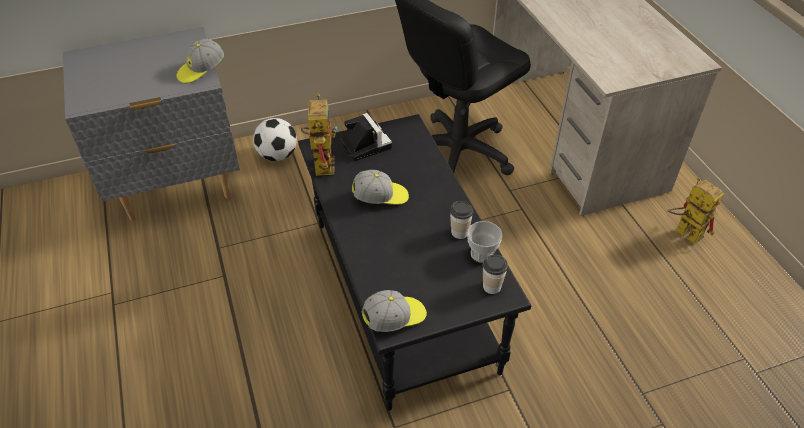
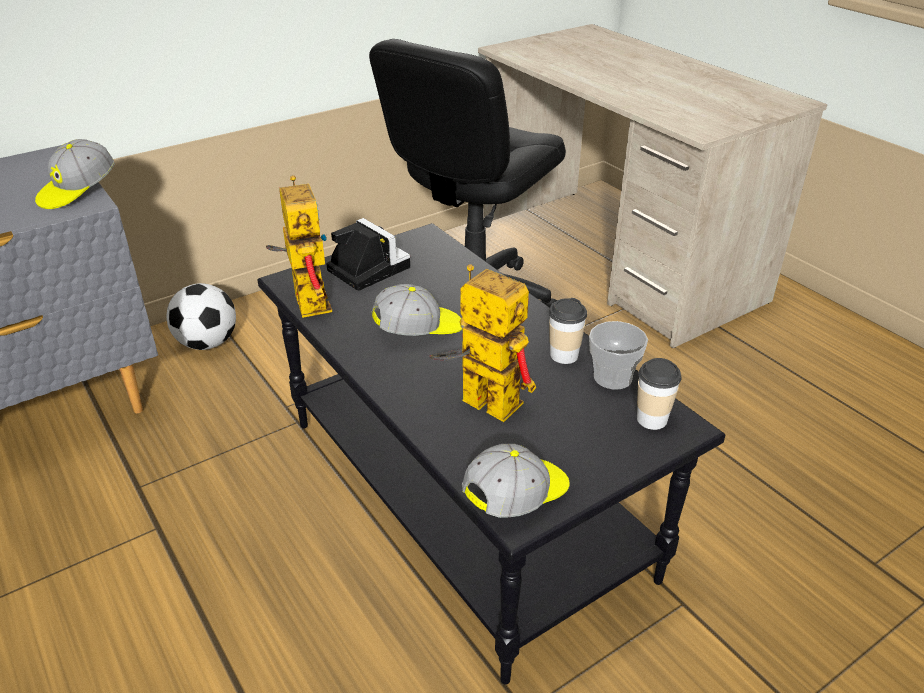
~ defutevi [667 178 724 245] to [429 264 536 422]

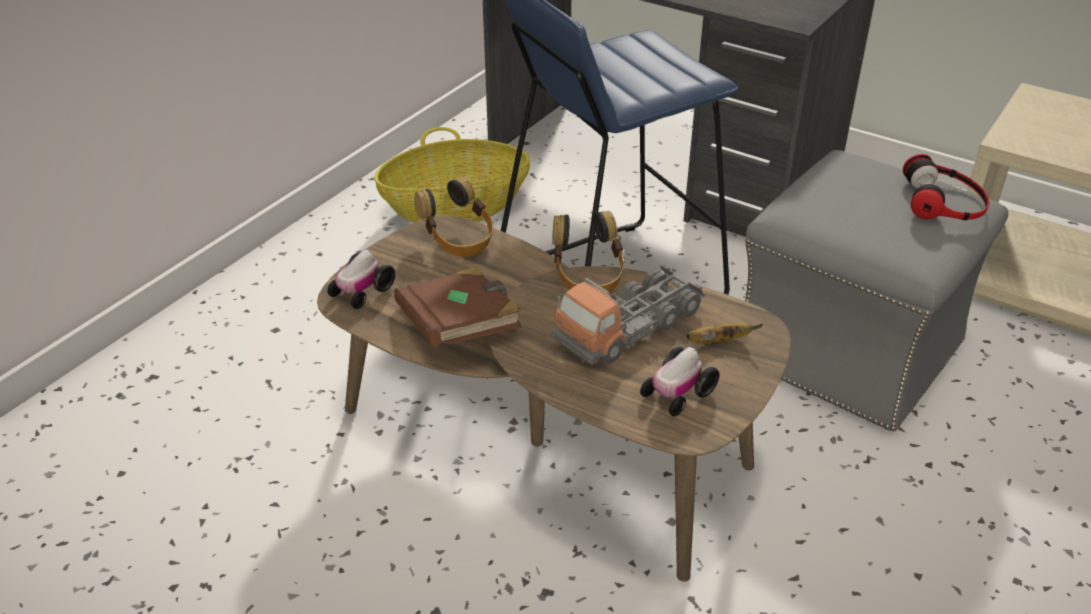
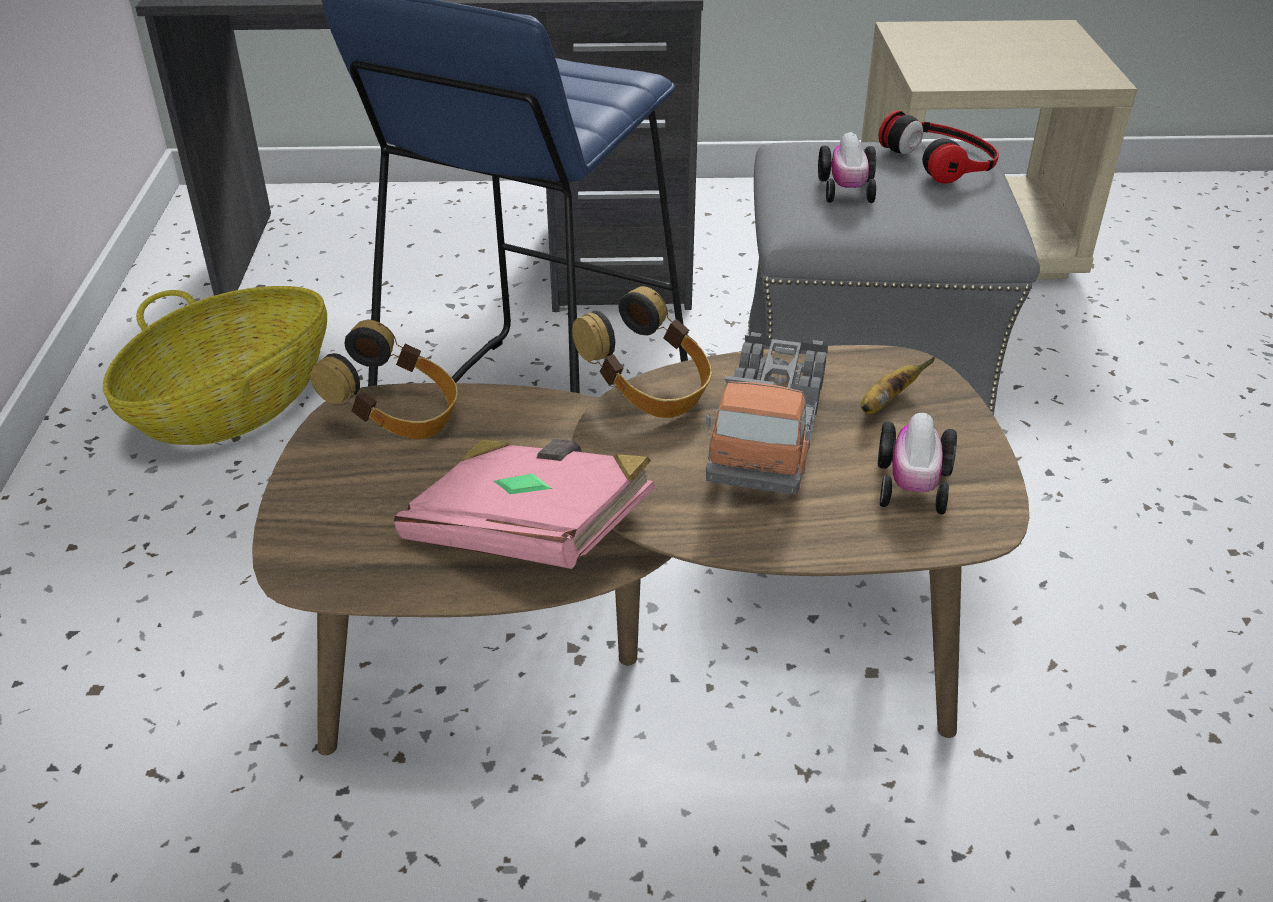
~ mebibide [327 250 396 309] to [818 132 876 203]
~ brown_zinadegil [394 267 521 348] to pink_zinadegil [394 439 655 569]

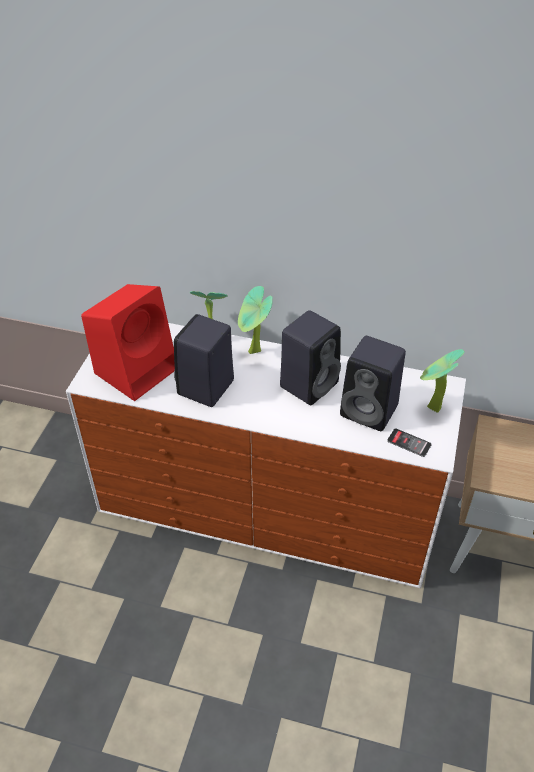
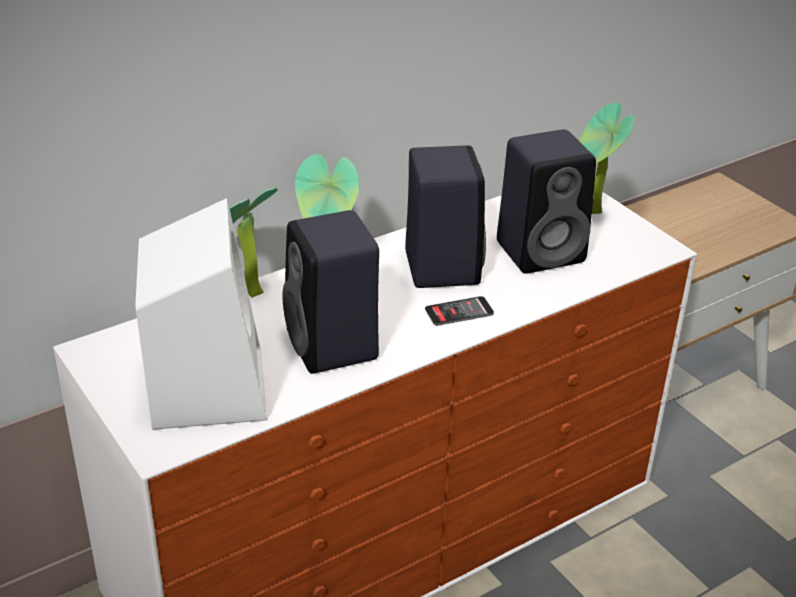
~ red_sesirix [81 284 175 401] to white_sesirix [135 198 267 430]
~ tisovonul [387 428 432 457] to [425 296 494 326]

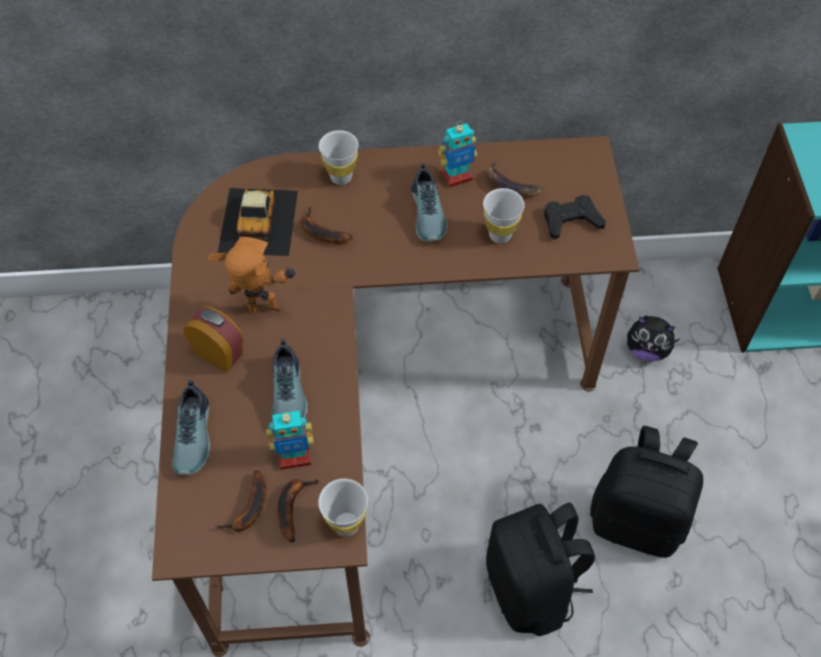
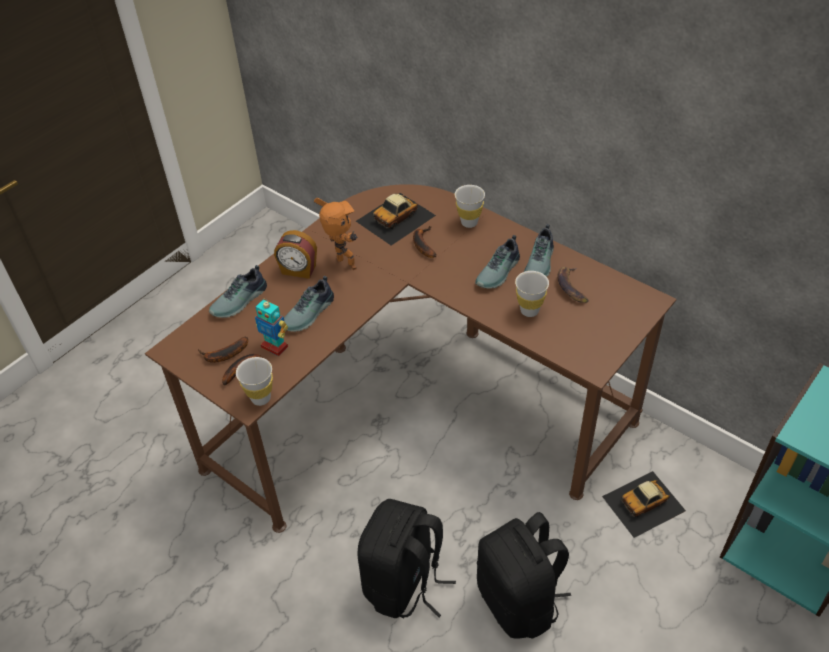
~ defutevi [438 121 477 188] to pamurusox [524 224 554 277]
- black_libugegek [544 195 606 239]
~ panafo [183 306 244 373] = [274 230 317 279] 120 degrees clockwise
~ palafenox [627 315 680 362] to mebibide [602 471 686 538]

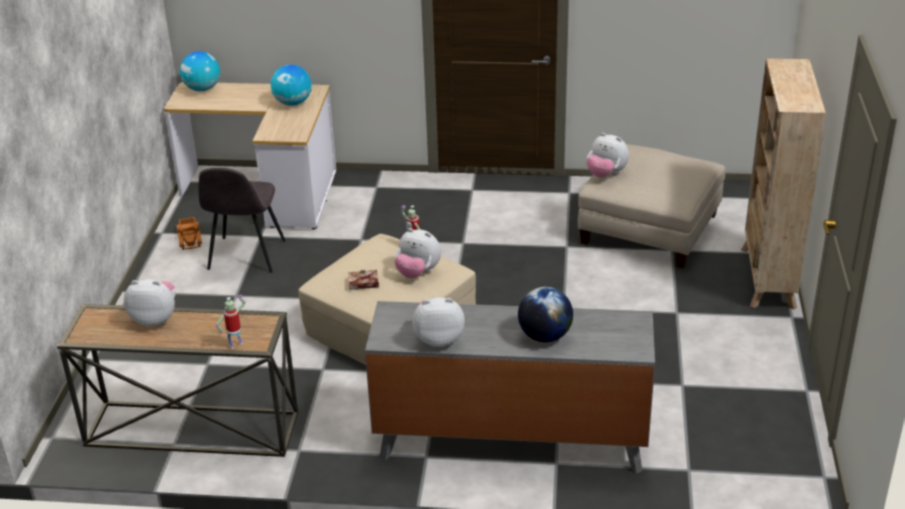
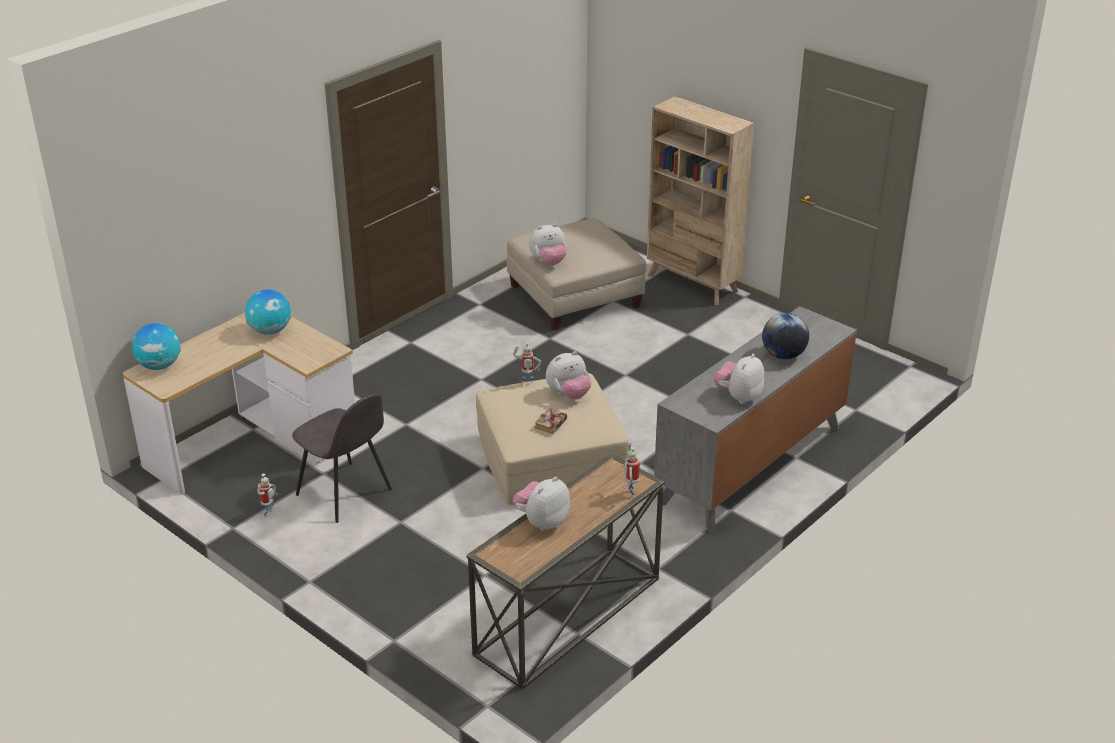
~ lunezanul [177 217 202 250] to defutevi [257 474 277 517]

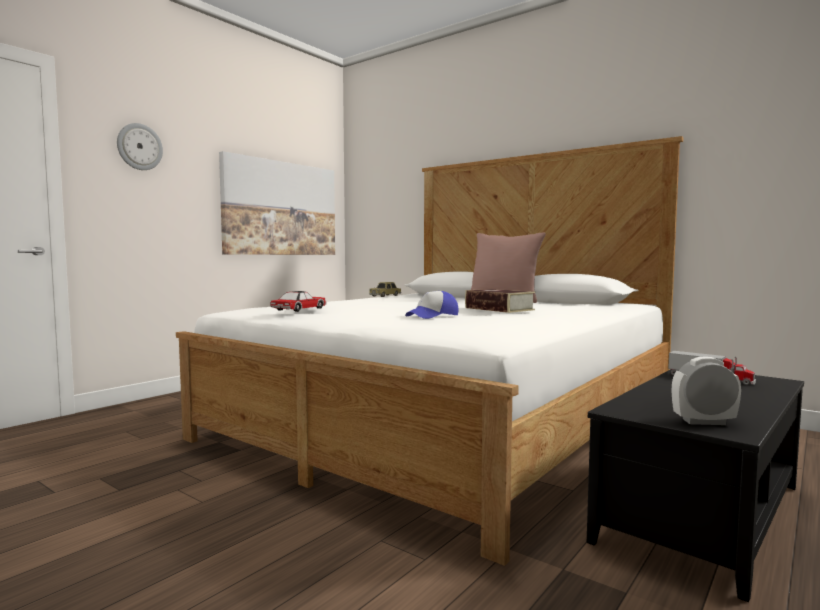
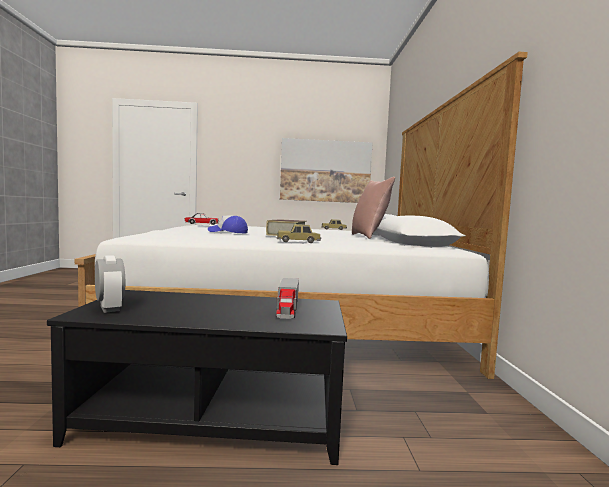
- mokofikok [117 123 163 170]
+ mebibide [277 224 321 243]

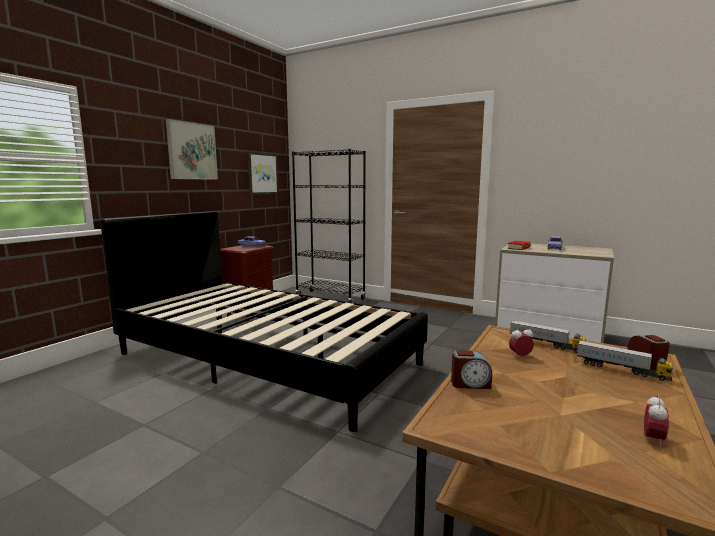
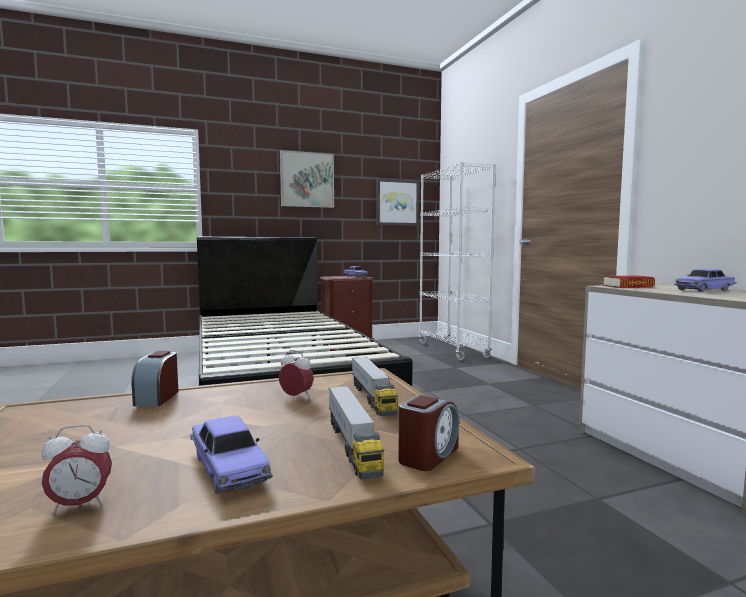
~ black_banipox [292 149 366 302] to white_banipox [418 162 496 360]
~ panafo [451 350 492 389] = [131 351 178 406] 45 degrees clockwise
+ mebibide [190 416 273 494]

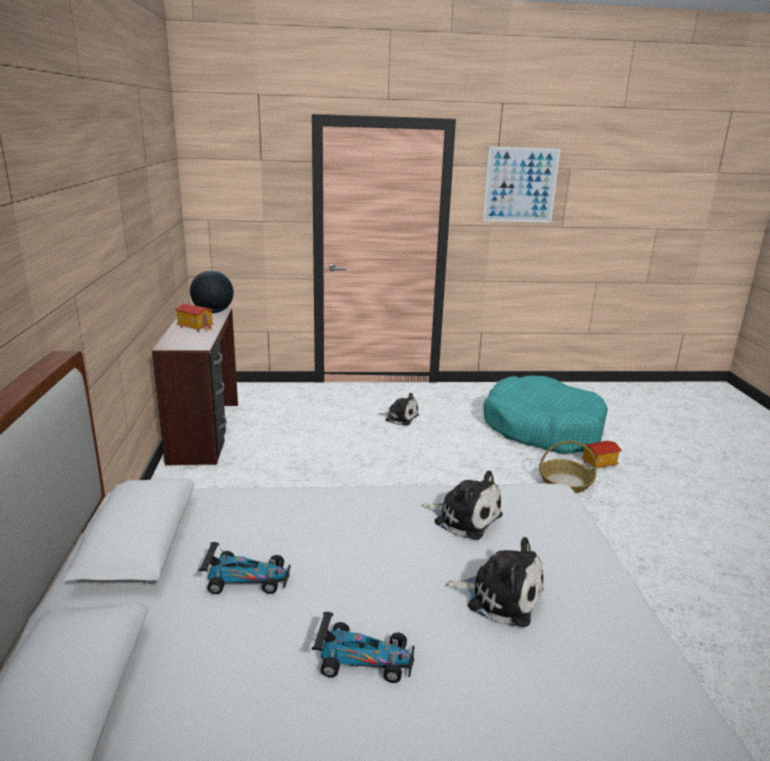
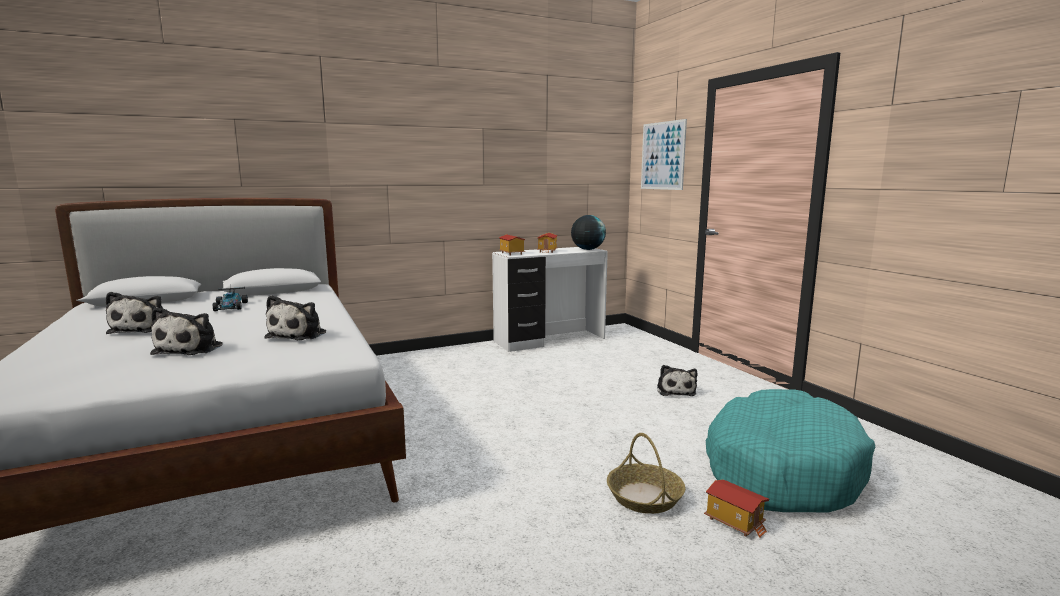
~ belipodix [482 146 561 223] to [641 119 687 190]
~ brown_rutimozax [152 308 238 466] to white_rutimozax [492 247 608 352]
~ mebibide [312 612 415 683] to palafenox [106 292 164 334]
+ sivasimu [499 234 525 255]

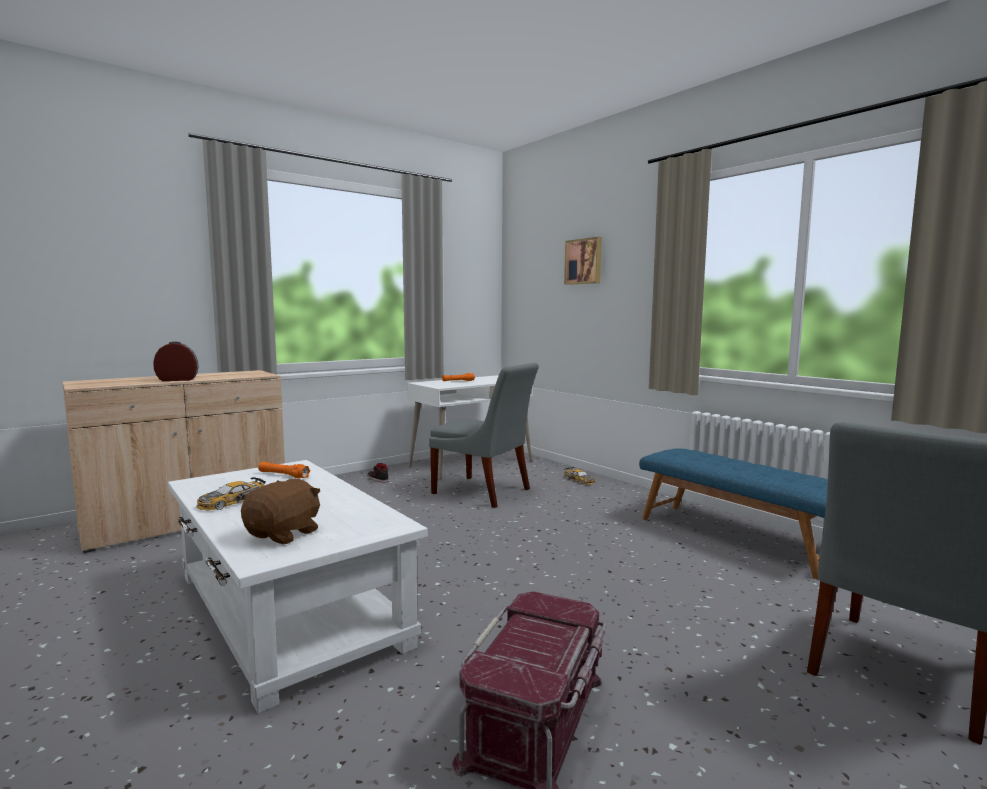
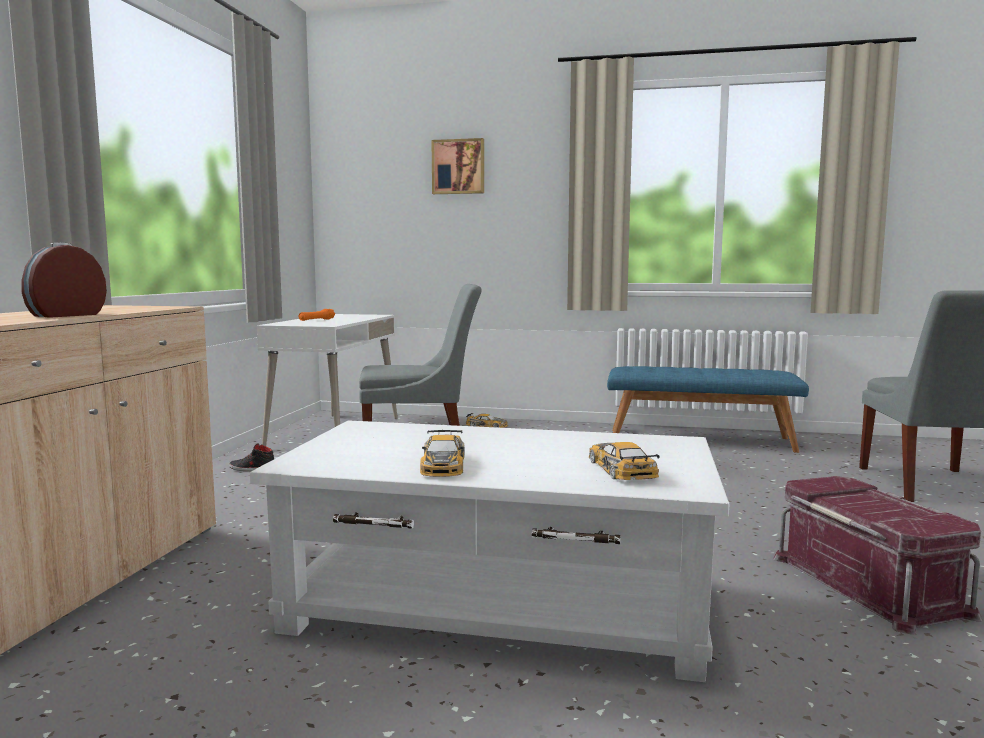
- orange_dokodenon [258 462 310 479]
~ brown_palafenox [241 479 320 544] to mebibide [589 442 660 480]

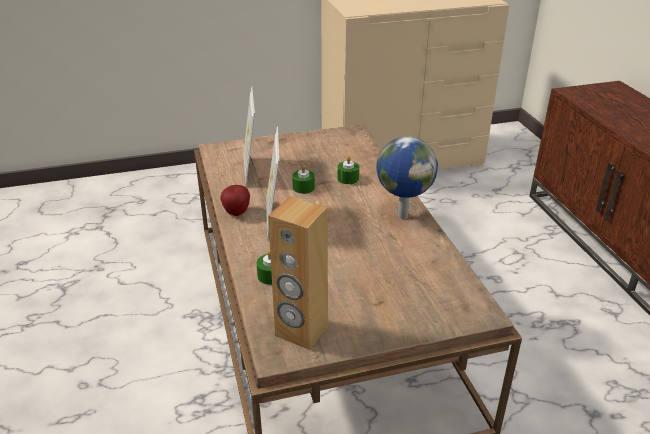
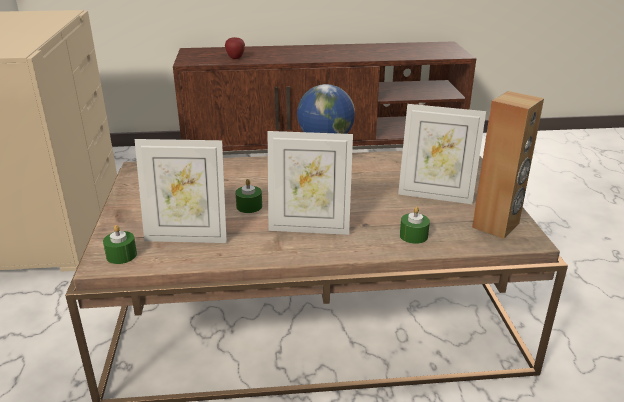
~ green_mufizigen [338 156 359 184] to [103 225 137 264]
~ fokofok [221 185 250 216] to [225 37 245 59]
+ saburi [398 104 486 204]

